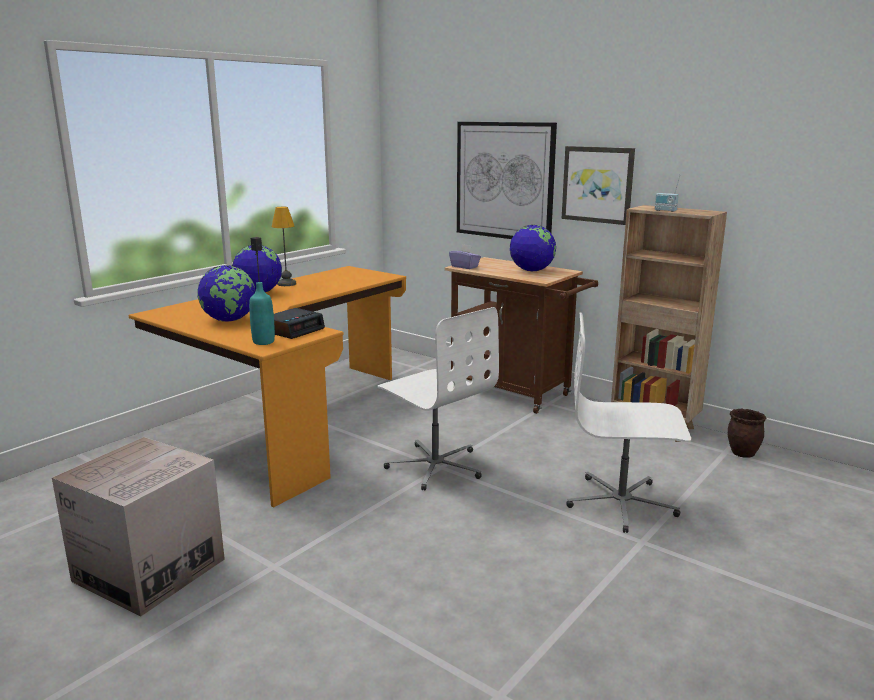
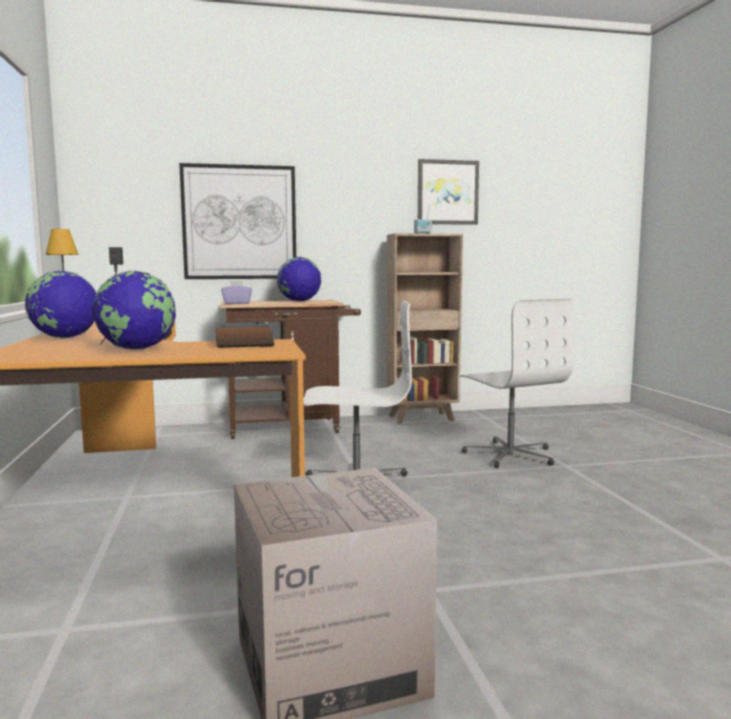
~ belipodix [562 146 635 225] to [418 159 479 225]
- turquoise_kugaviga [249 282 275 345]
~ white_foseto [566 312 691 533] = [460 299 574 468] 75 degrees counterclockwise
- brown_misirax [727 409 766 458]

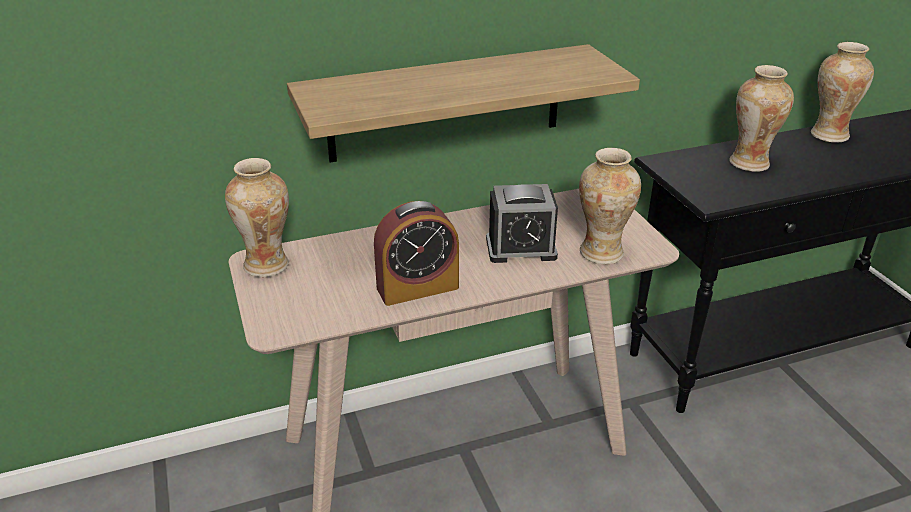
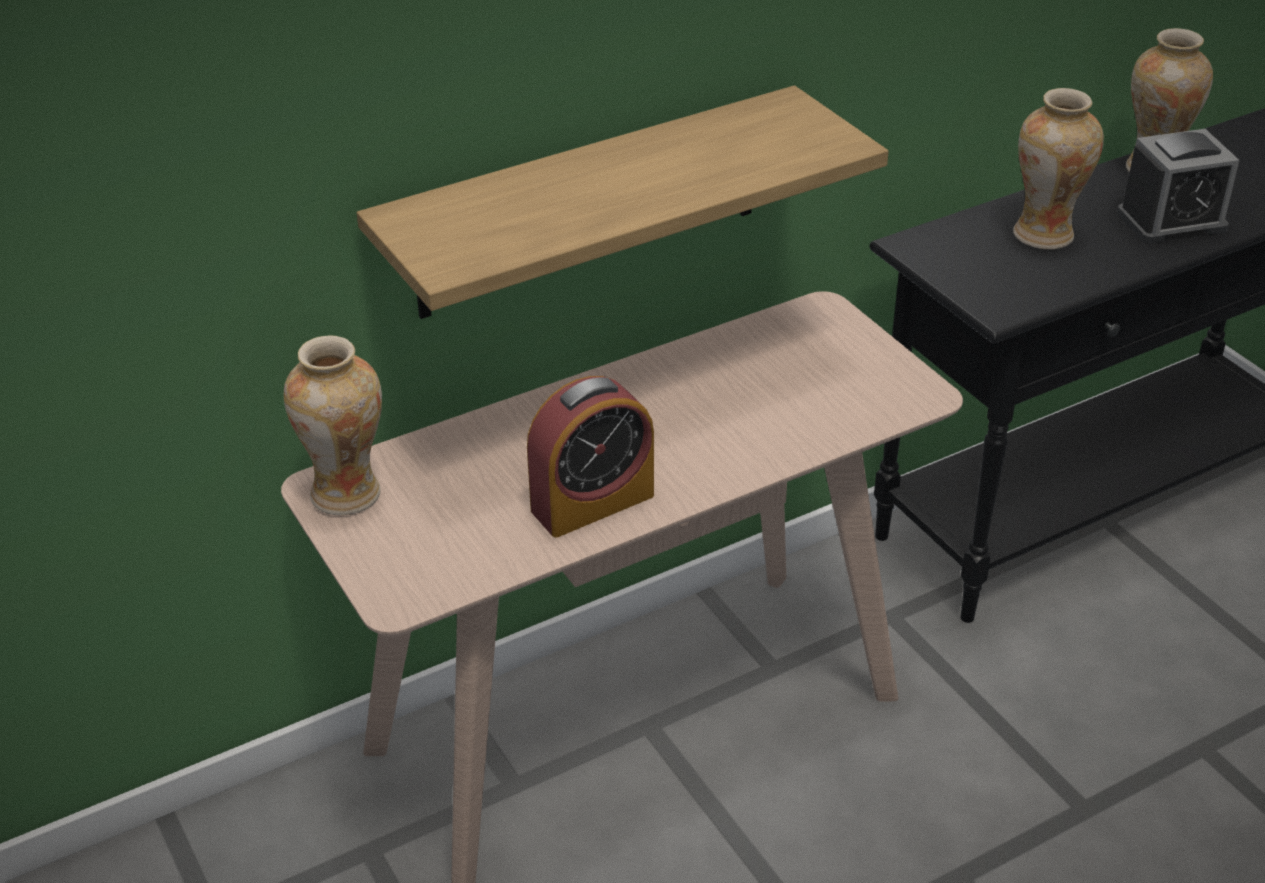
- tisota [579 148 641 265]
~ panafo [486 184 558 263] to [1117 129 1239 244]

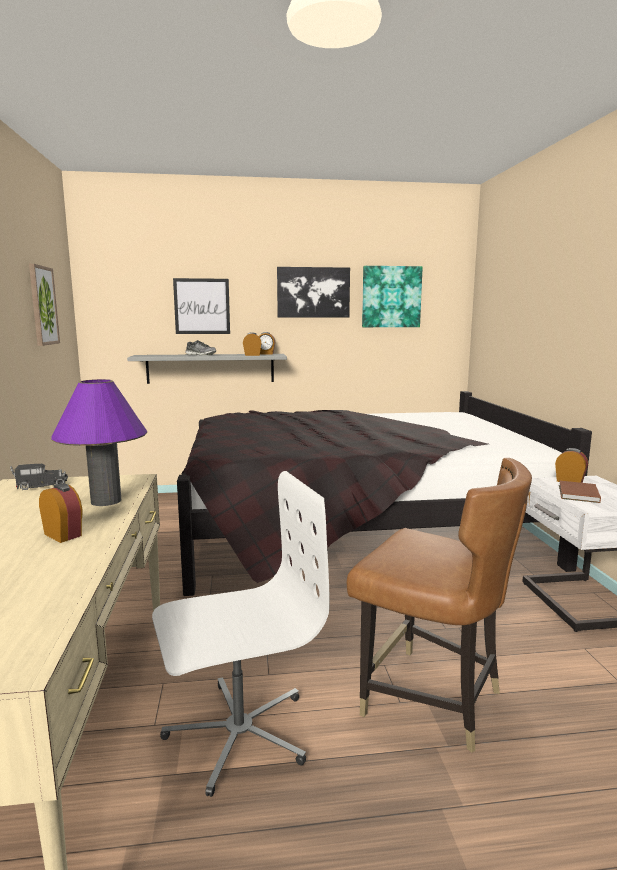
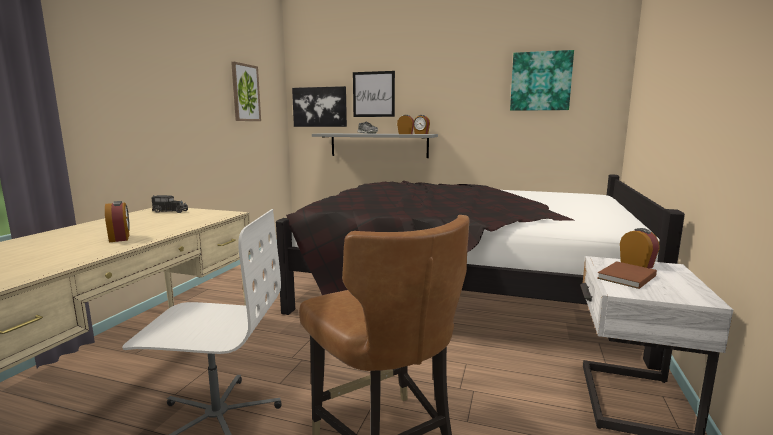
~ belipodix [277 267 350 318] to [292 86 347 127]
- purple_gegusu [51 379 147 506]

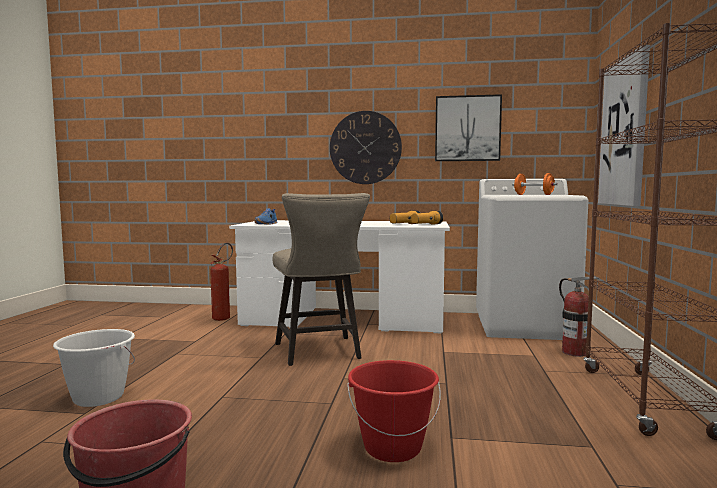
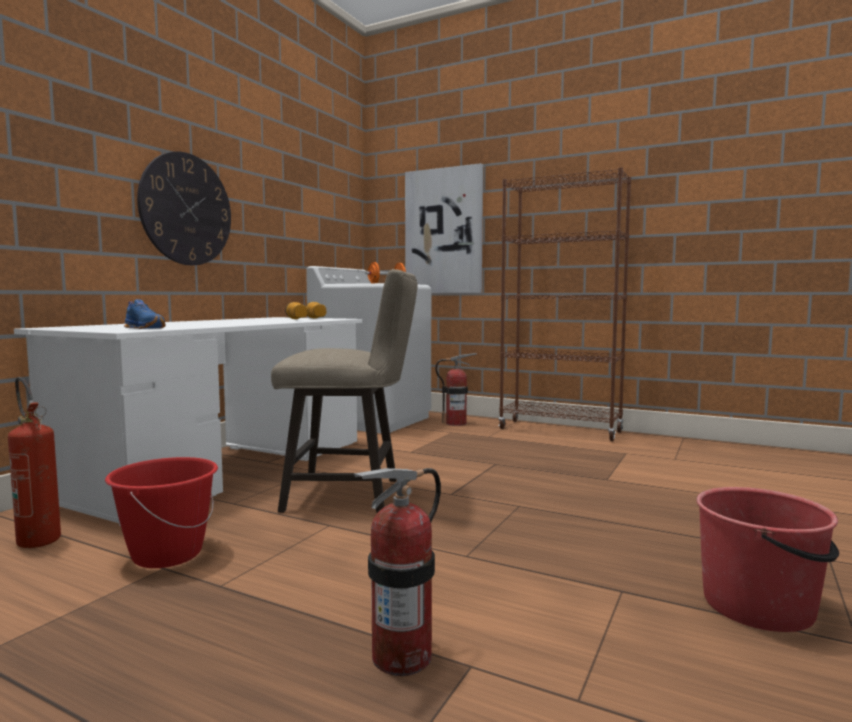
- belipodix [435 94 502 161]
~ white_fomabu [53 329 135 407] to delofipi [354 468 441 676]
~ red_fomabu [347 360 441 462] to [105 457 218 568]

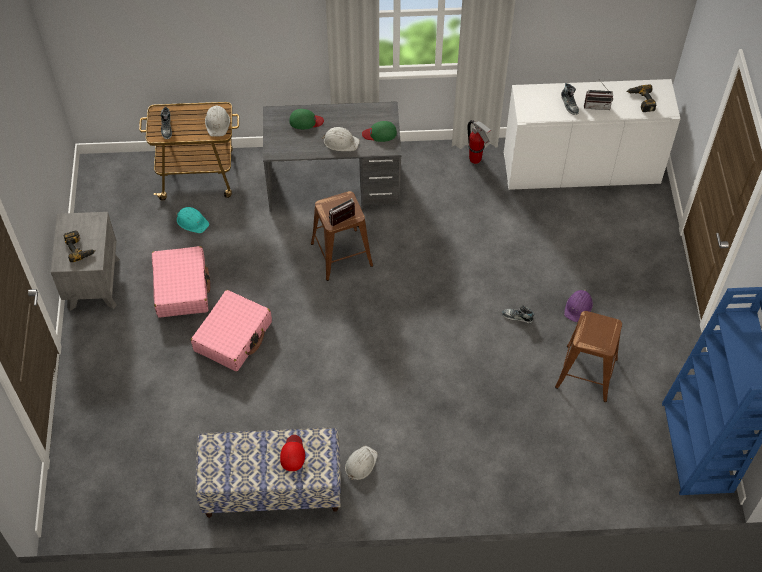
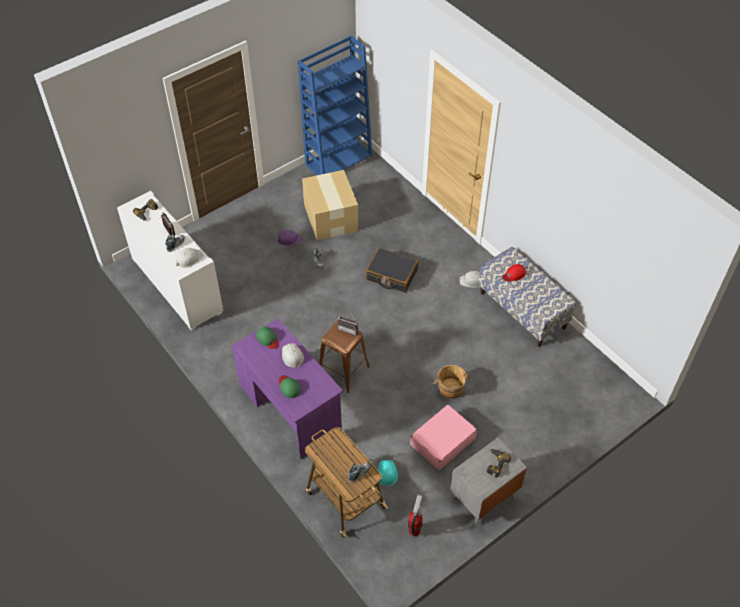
~ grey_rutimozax [263 102 402 212] to purple_rutimozax [231 318 343 459]
~ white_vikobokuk [205 106 230 137] to [176 248 203 268]
~ delofipi [467 120 492 164] to [408 495 423 537]
~ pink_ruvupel [191 290 272 371] to brown_fomabu [433 365 470 399]
~ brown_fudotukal [555 311 622 402] to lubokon [302 170 359 240]
+ black_ruvupel [366 248 418 293]

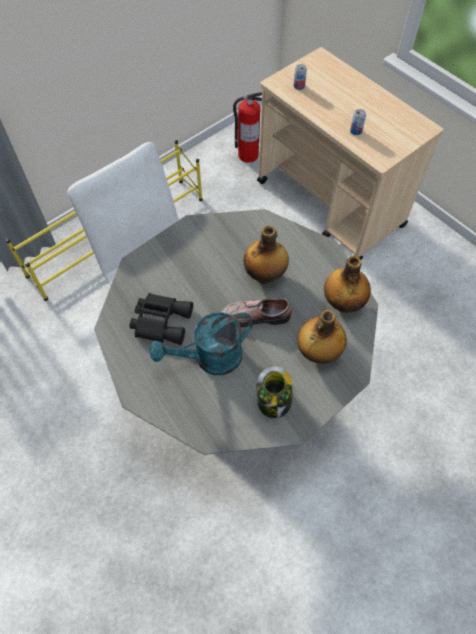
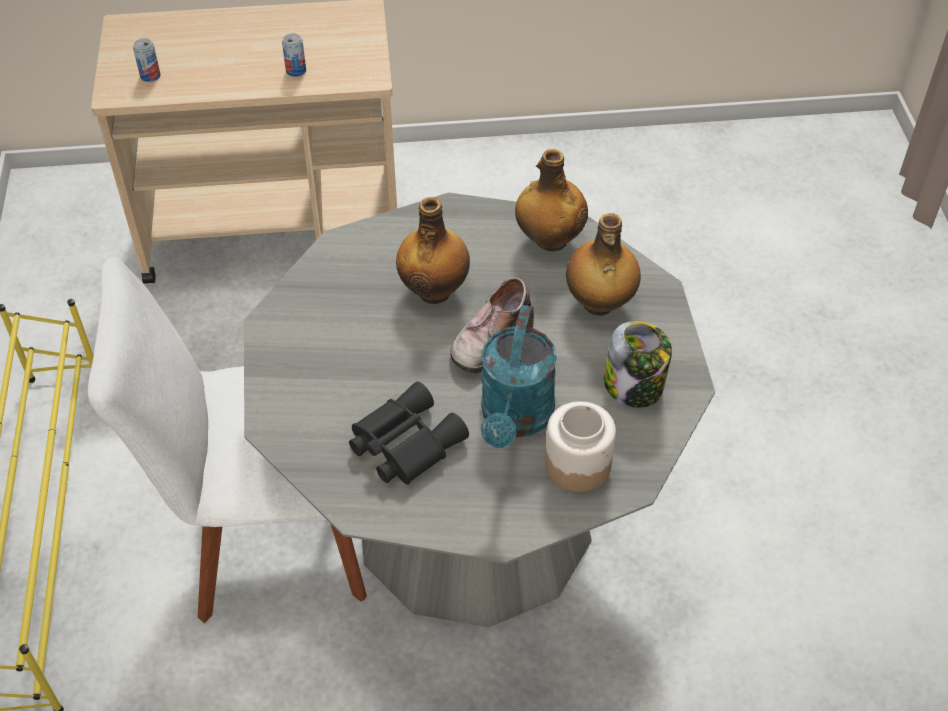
- delofipi [233 92 262 163]
+ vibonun [545 401 616 492]

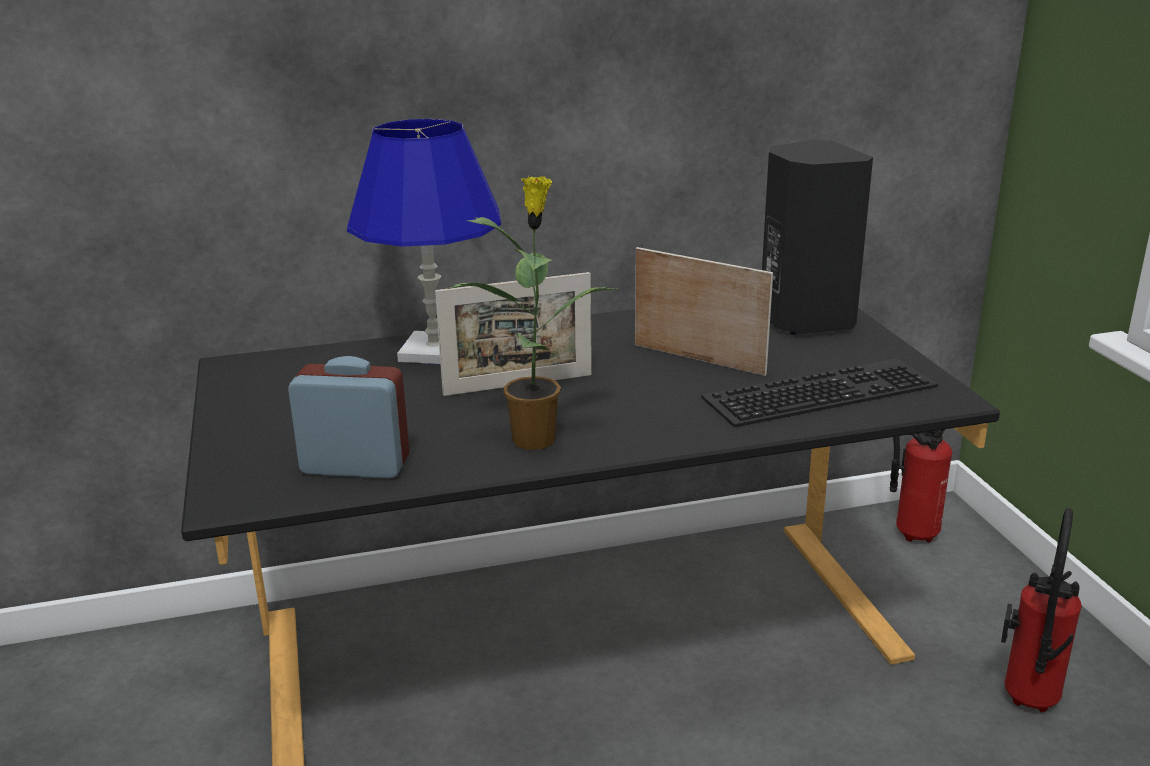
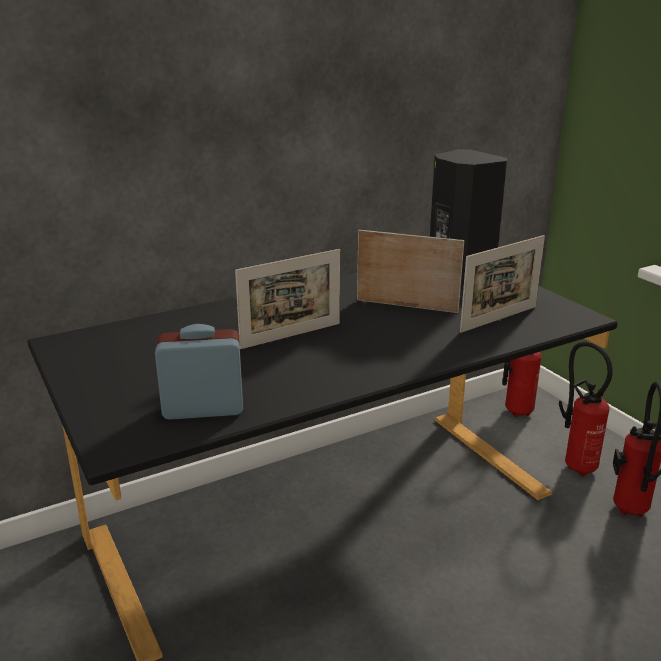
- blue_gegusu [347 119 501 364]
- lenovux [445 176 619 450]
~ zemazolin [701 358 938 428] to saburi [460 235 545 333]
+ delofipi [559 341 613 476]

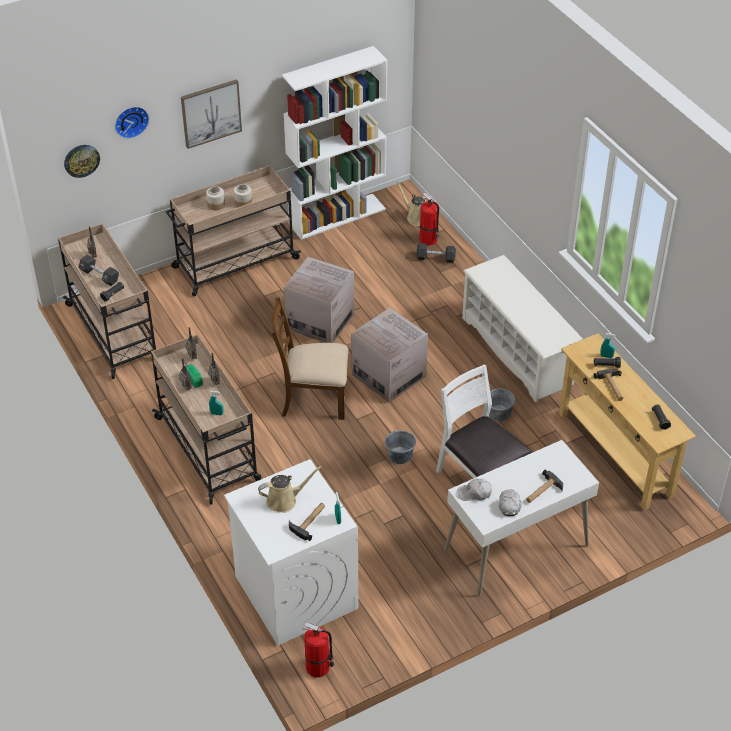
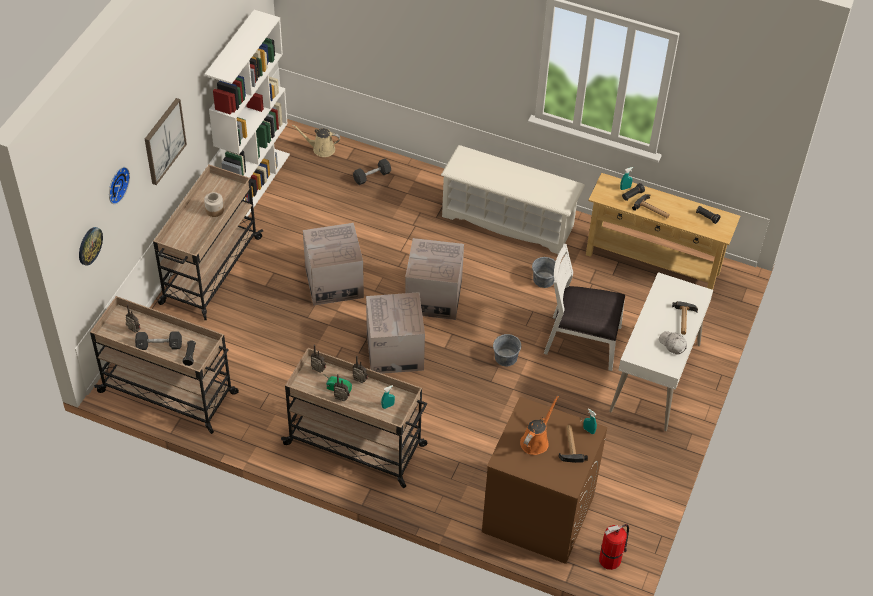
- vibonun [206 186 225 210]
- delofipi [420 193 439 245]
~ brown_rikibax [272 297 348 420] to lubokon [366 292 425 374]
~ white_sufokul [224 459 358 646] to brown_sufokul [482 397 607 564]
~ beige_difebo [258 466 322 513] to orange_difebo [520 395 559 455]
- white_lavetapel [457 479 492 501]

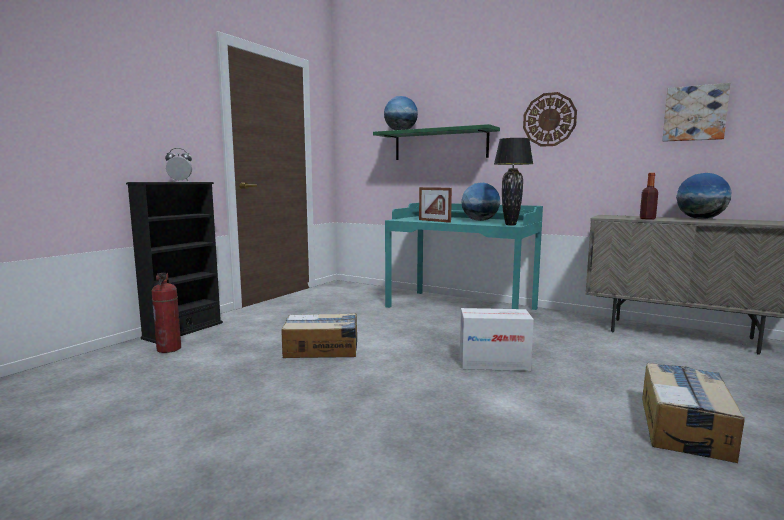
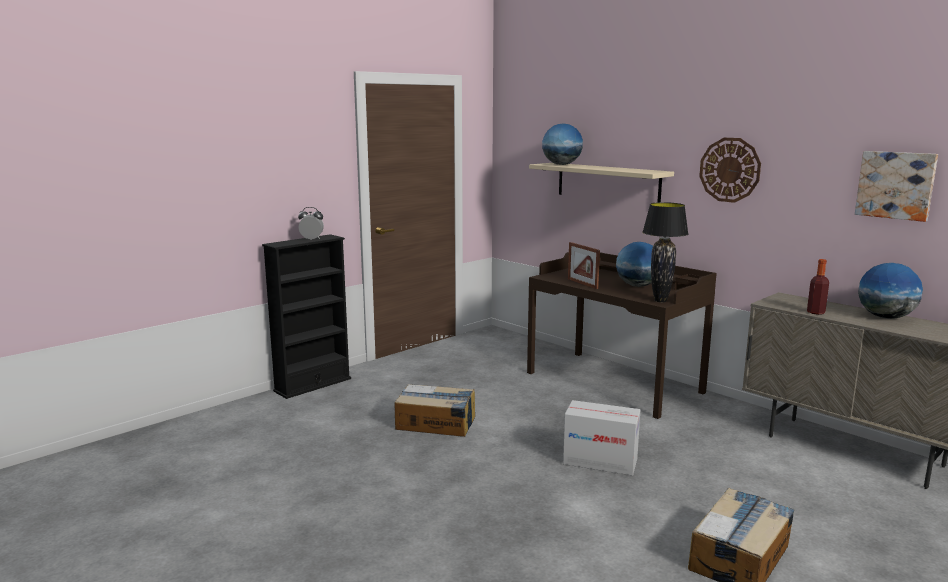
~ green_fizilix [373 124 500 160] to beige_fizilix [529 163 674 203]
~ turquoise_rutimozax [385 203 543 310] to brown_rutimozax [527 252 717 419]
- delofipi [152 273 181 353]

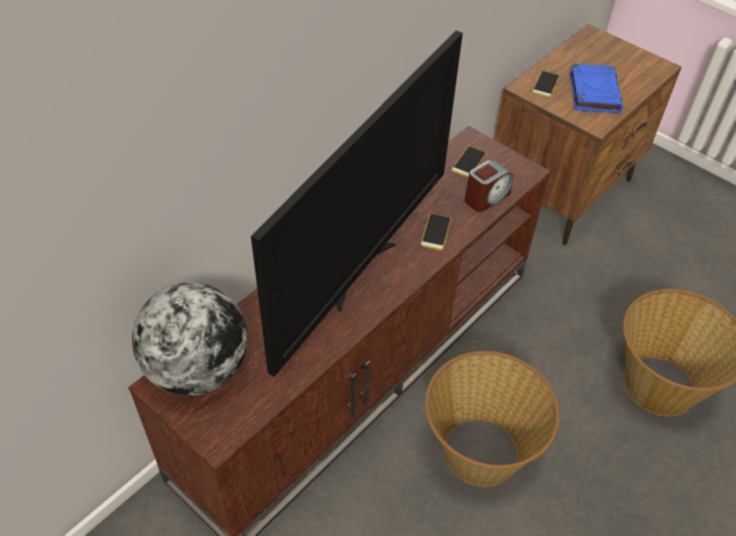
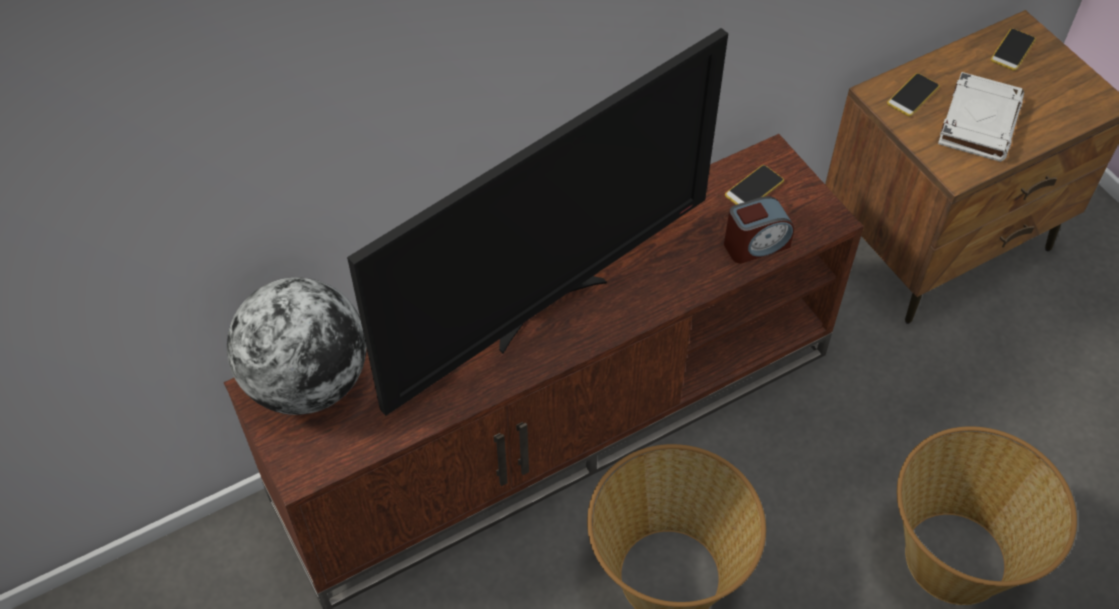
~ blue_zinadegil [570 64 623 113] to white_zinadegil [938 72 1024 162]
~ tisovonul [420 214 451 251] to [991 28 1036 71]

